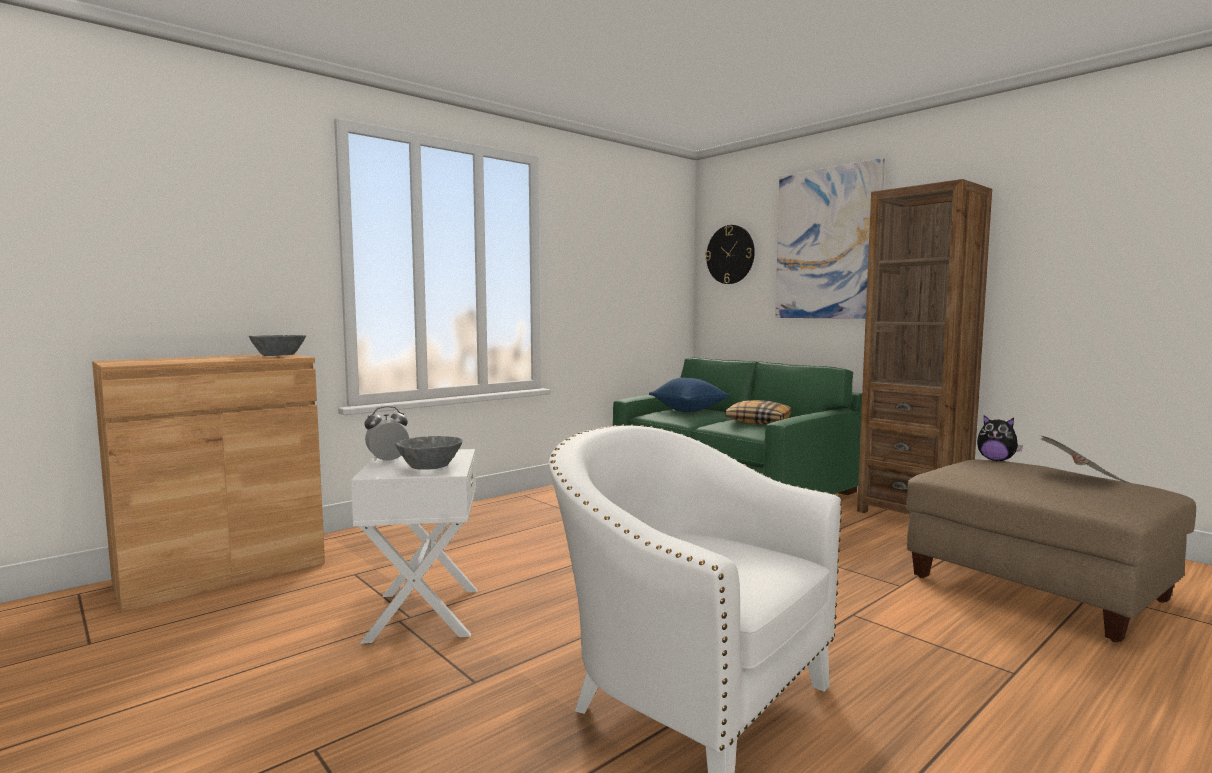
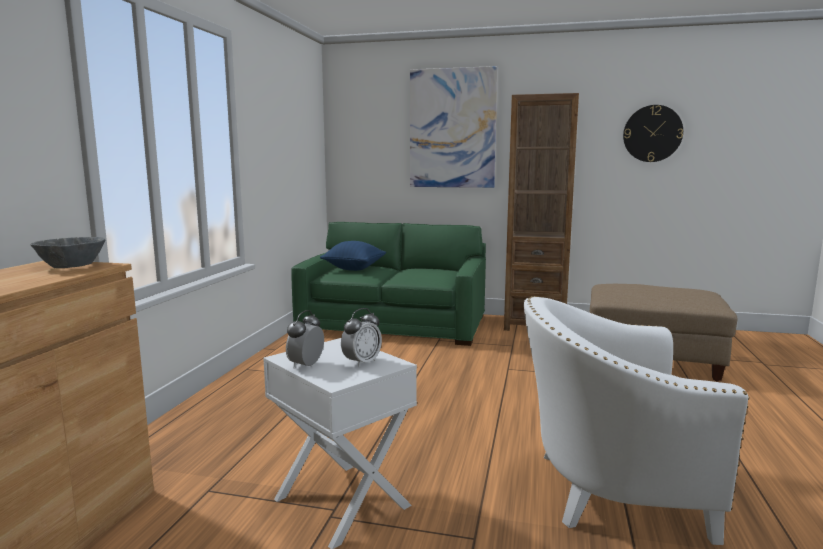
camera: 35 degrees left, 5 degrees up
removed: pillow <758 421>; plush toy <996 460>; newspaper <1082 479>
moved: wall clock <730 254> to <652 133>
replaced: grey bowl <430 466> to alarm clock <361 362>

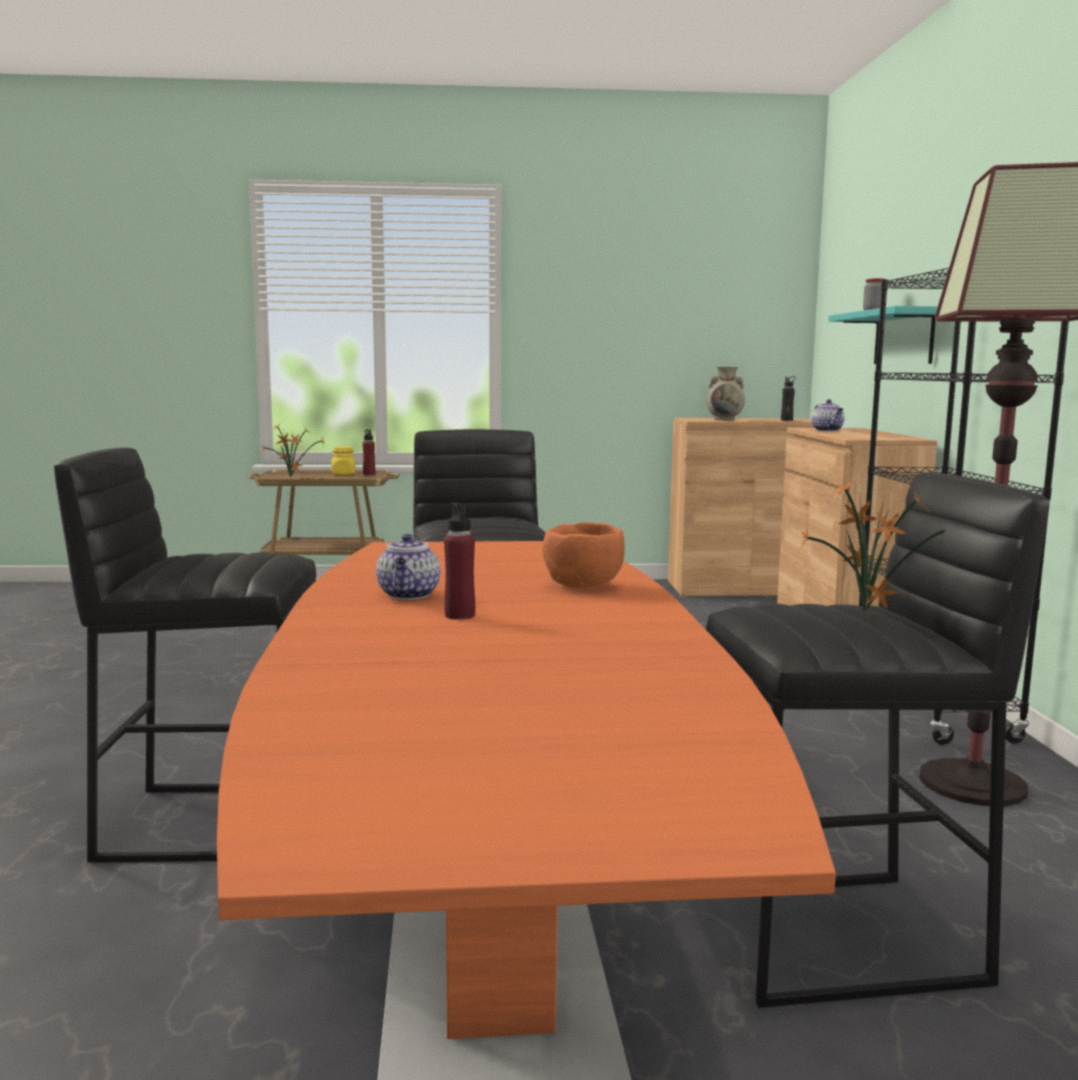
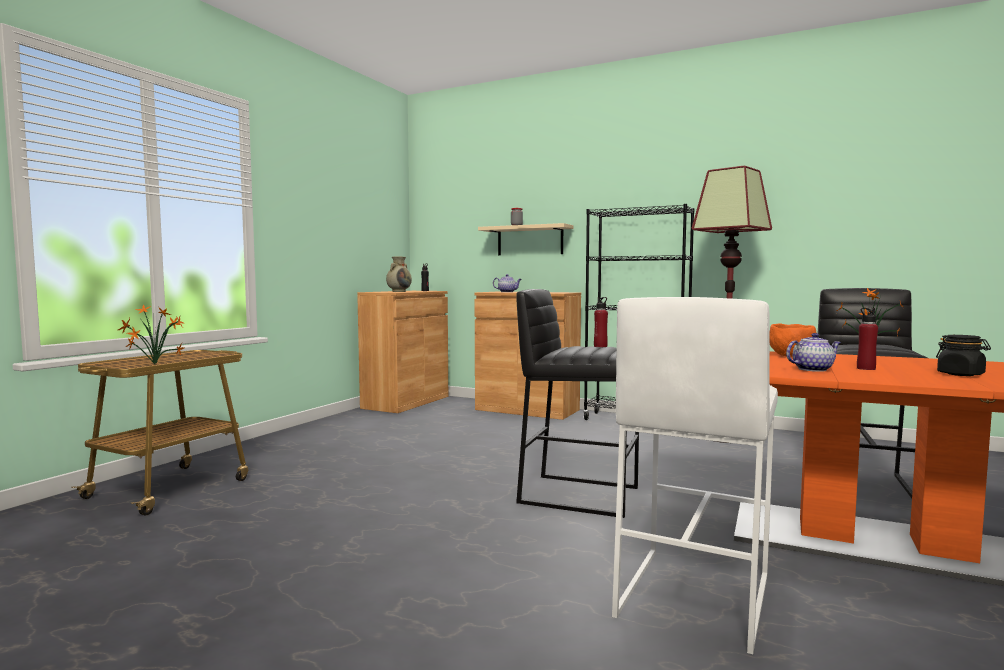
camera: 60 degrees left, 5 degrees down
removed: yellow jar <343 474>
added: black jar <961 374>
moved: red bottle <369 474> to <600 346>
recoloured: turquoise shelf <903 337> to beige shelf <530 240>; black stool <213 821> to white stool <692 595>
turned: teapot <409 595> = <813 369> 45 degrees counterclockwise

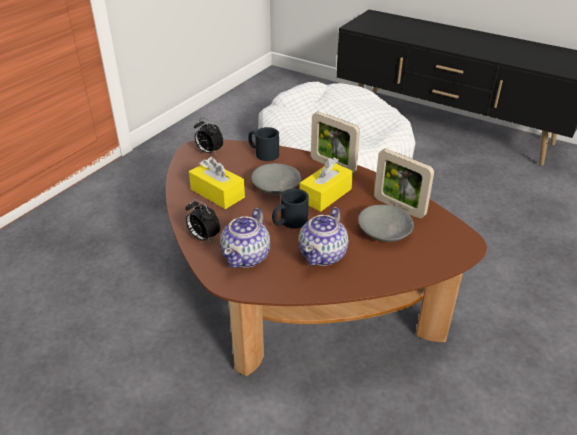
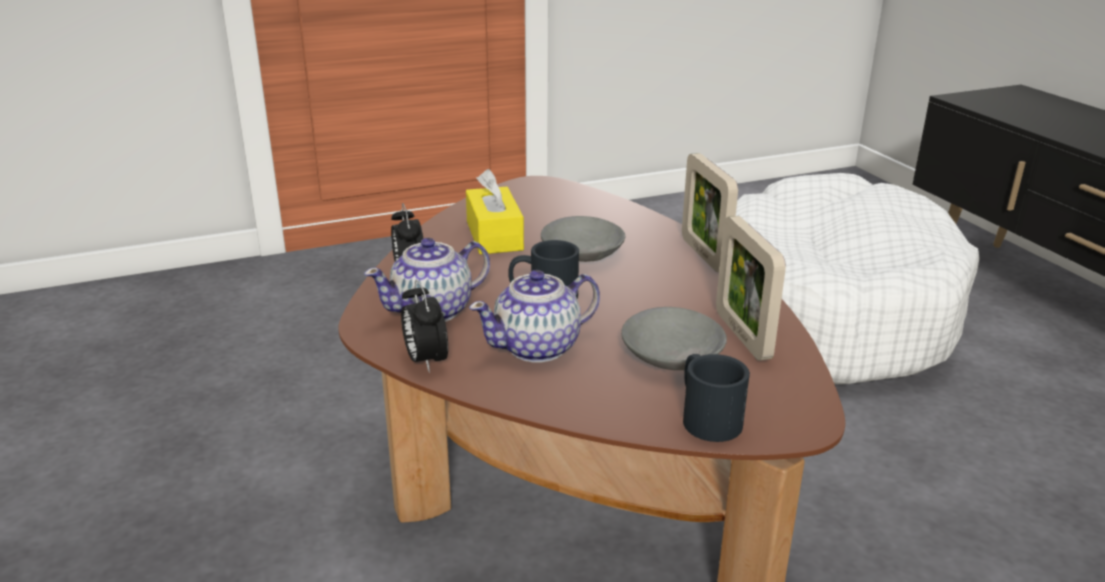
camera: 35 degrees right, 10 degrees down
removed: yellow tissue box <325 195>
moved: alarm clock <209 152> to <425 361>; black mug <263 153> to <706 416>

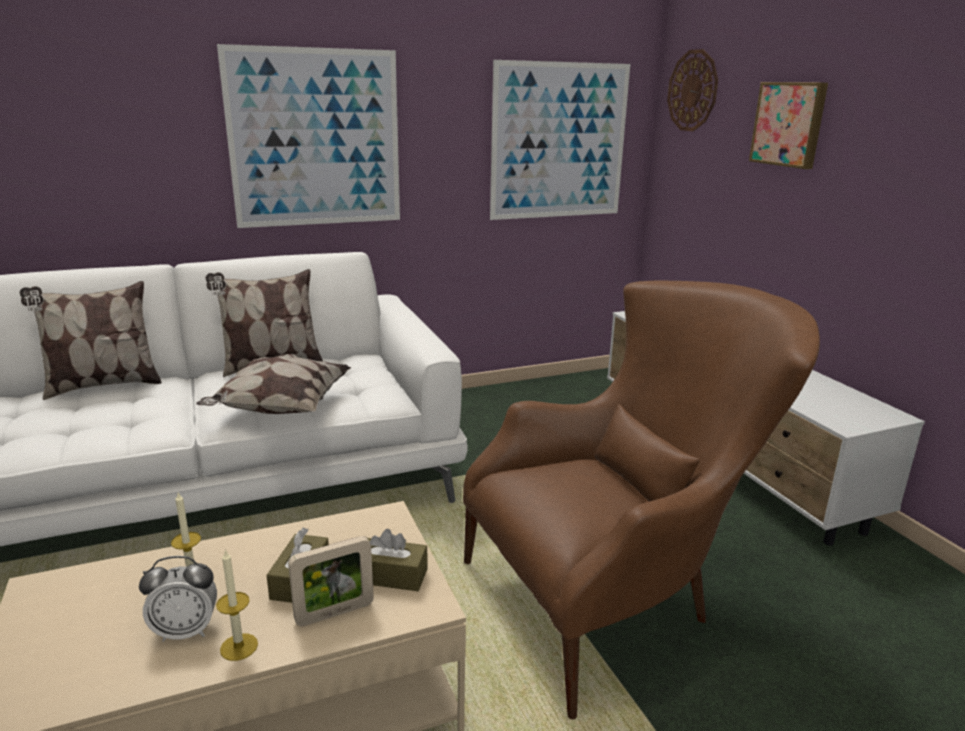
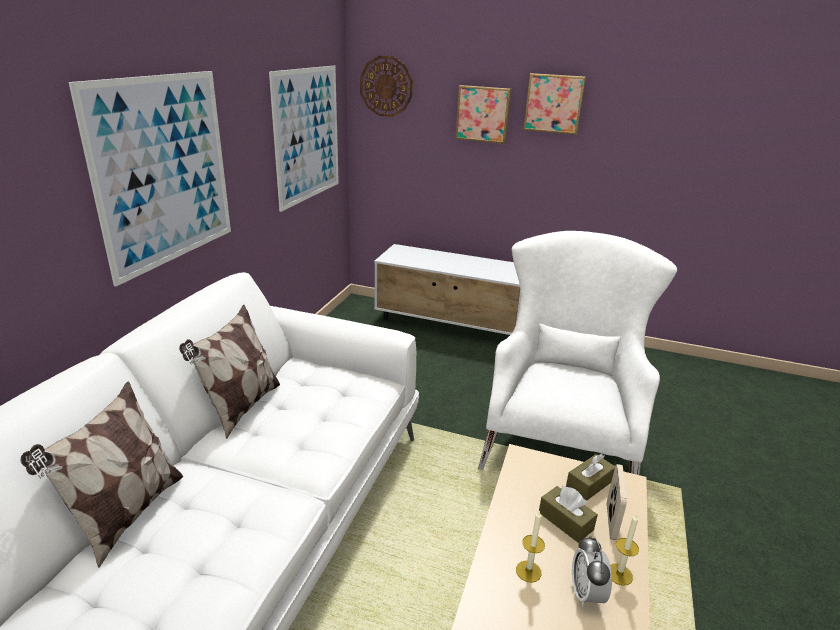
camera: 50 degrees left, 5 degrees up
removed: pillow <280 409>
added: picture <554 103>
recoloured: brown armchair <617 596> to white armchair <560 436>
turned: alarm clock <186 631> = <586 593> 150 degrees clockwise

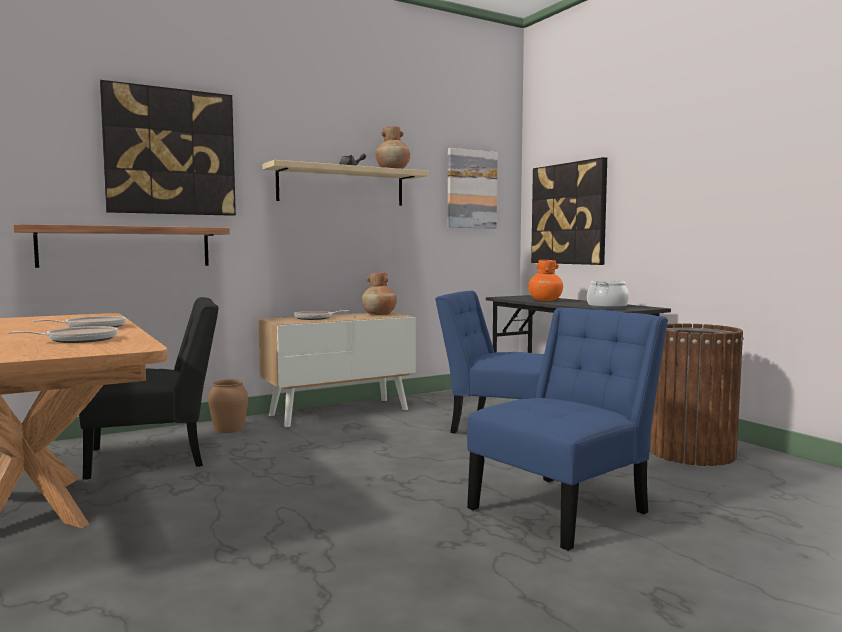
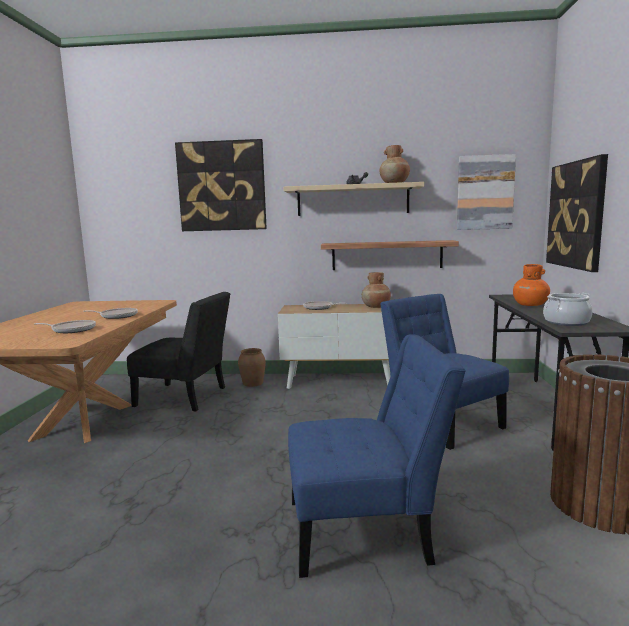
camera: 35 degrees right, 5 degrees up
moved: shelf <126 246> to <387 255>

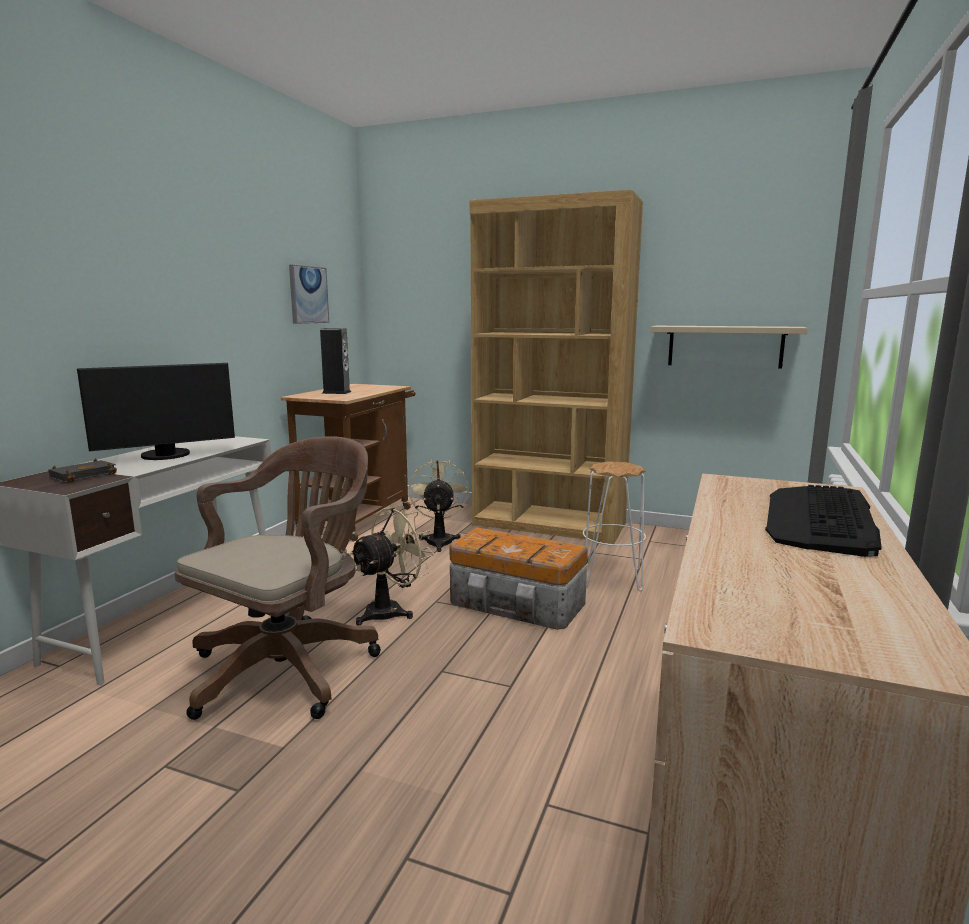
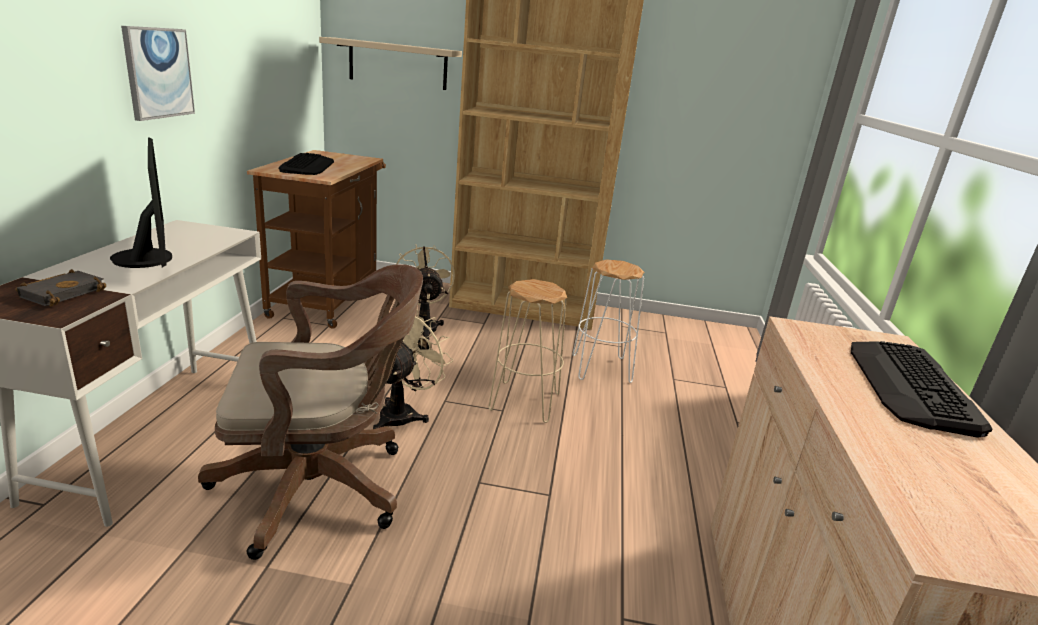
camera: 15 degrees left, 10 degrees up
moved: picture <308 295> to <158 73>; beige shelf <725 346> to <398 64>
replaced: speaker <336 392> to keyboard <308 166>; storage box <517 604> to beige stool <525 402>
turned: monitor <166 456> = <150 258> 75 degrees counterclockwise; brown office chair <290 666> = <322 487> 60 degrees clockwise

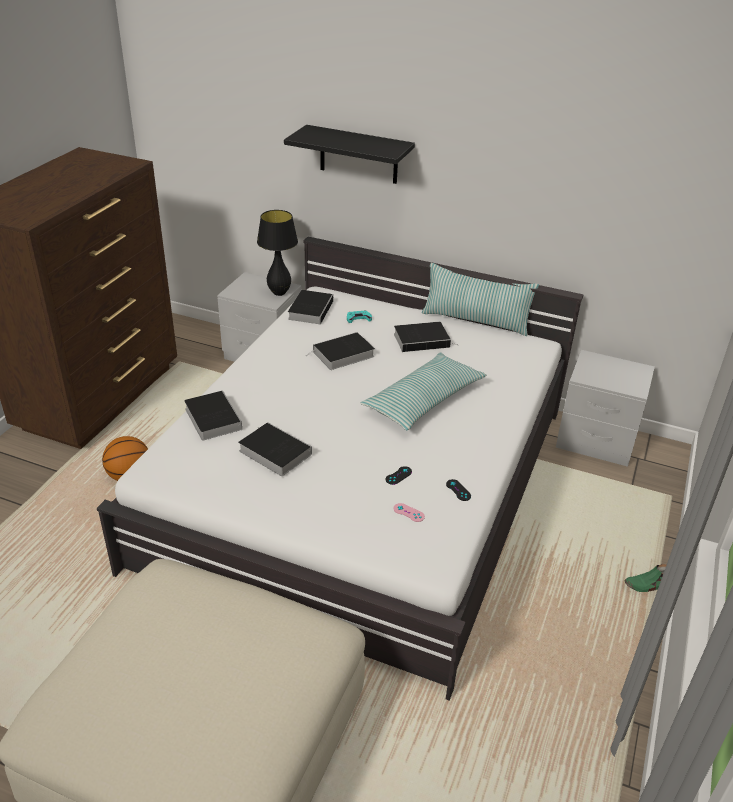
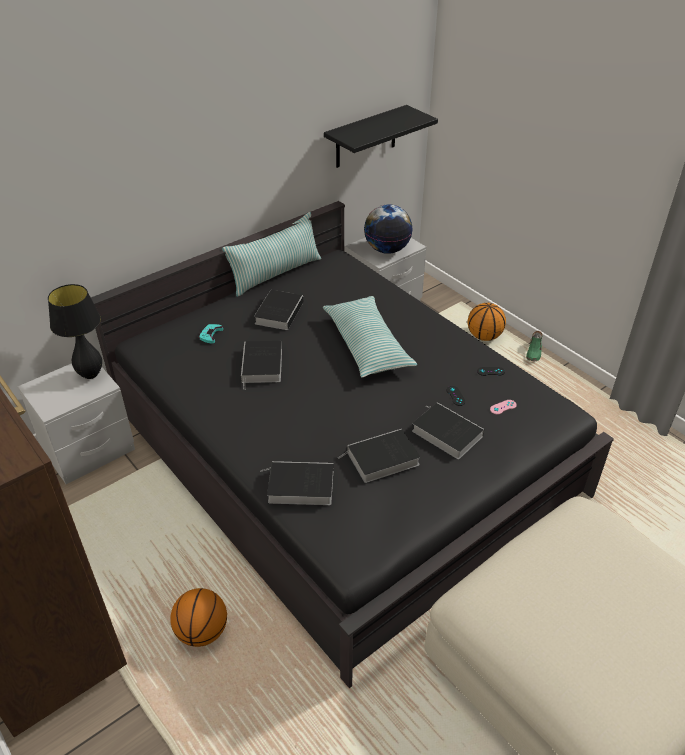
camera: 60 degrees left, 5 degrees up
added: globe <387 249>; basketball <484 336>
moved: black shelf <358 155> to <366 137>; book <311 309> to <445 433>
recoloured: white bed <364 484> to black bed <341 452>

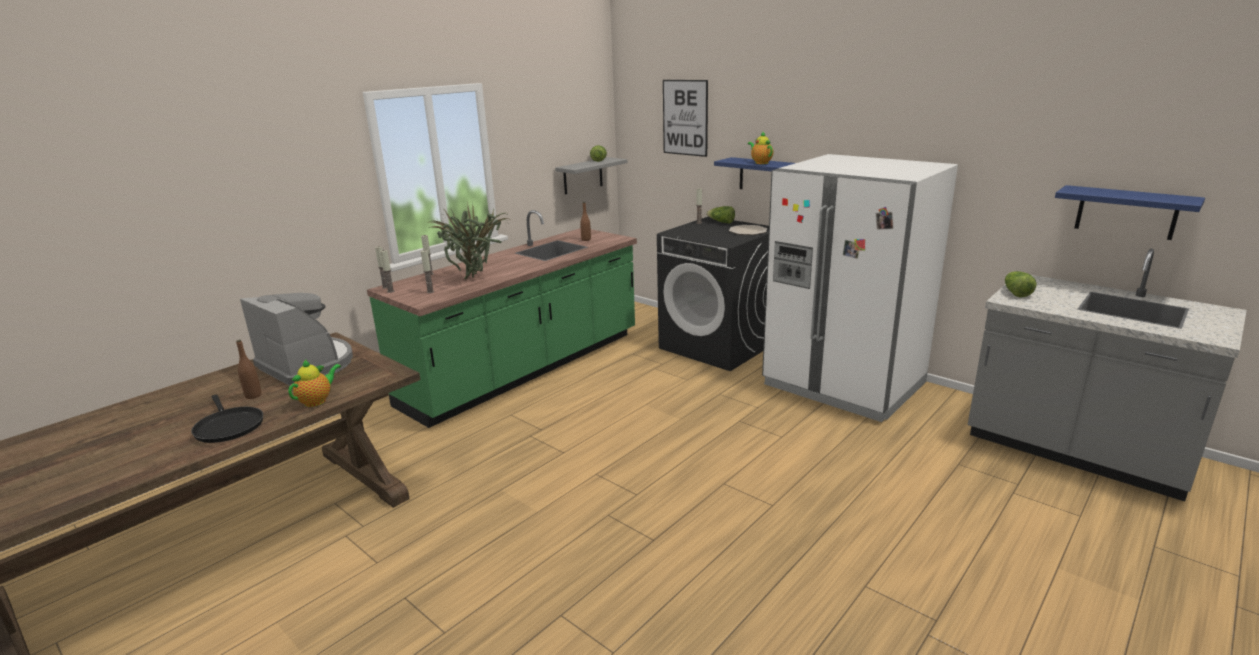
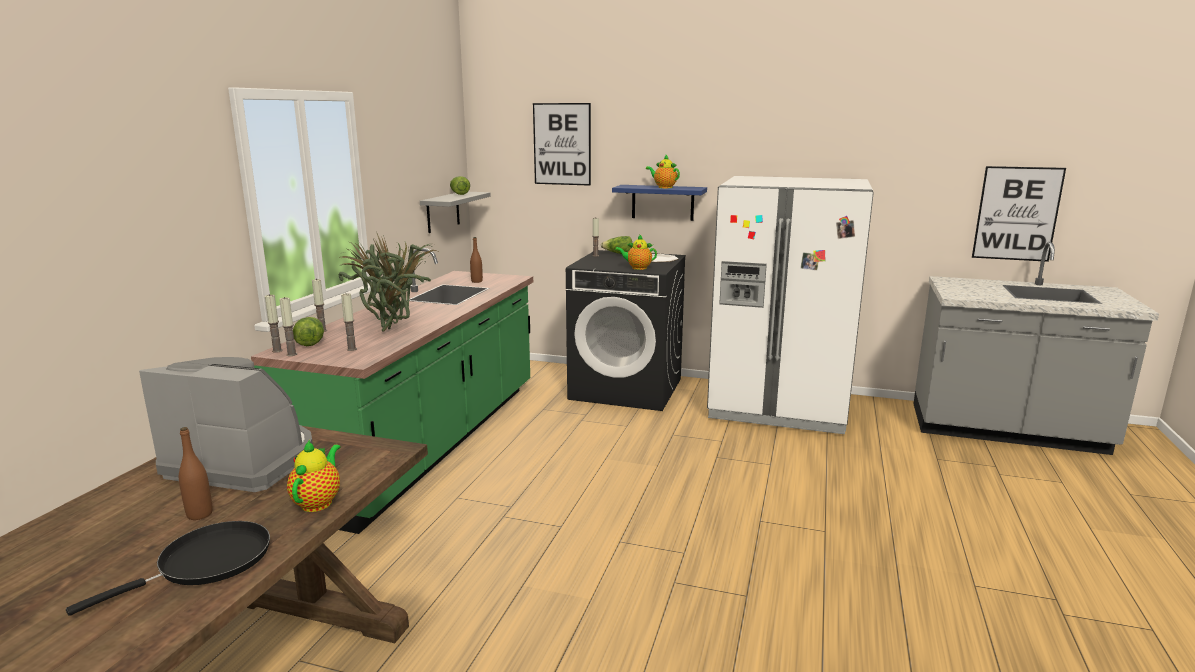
camera: 25 degrees left, 5 degrees down
added: teapot <637 268>
moved: lettuce <1016 293> to <309 342>
replaced: blue shelf <1126 212> to picture <1017 214>
turned: black frying pan <228 426> = <207 563> 75 degrees counterclockwise

